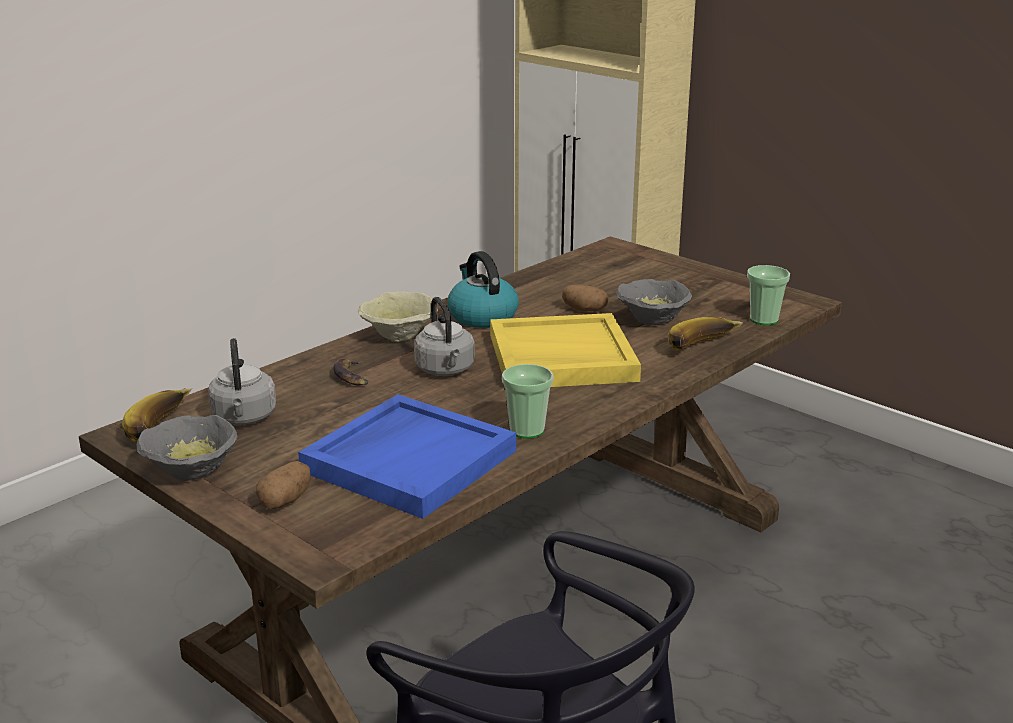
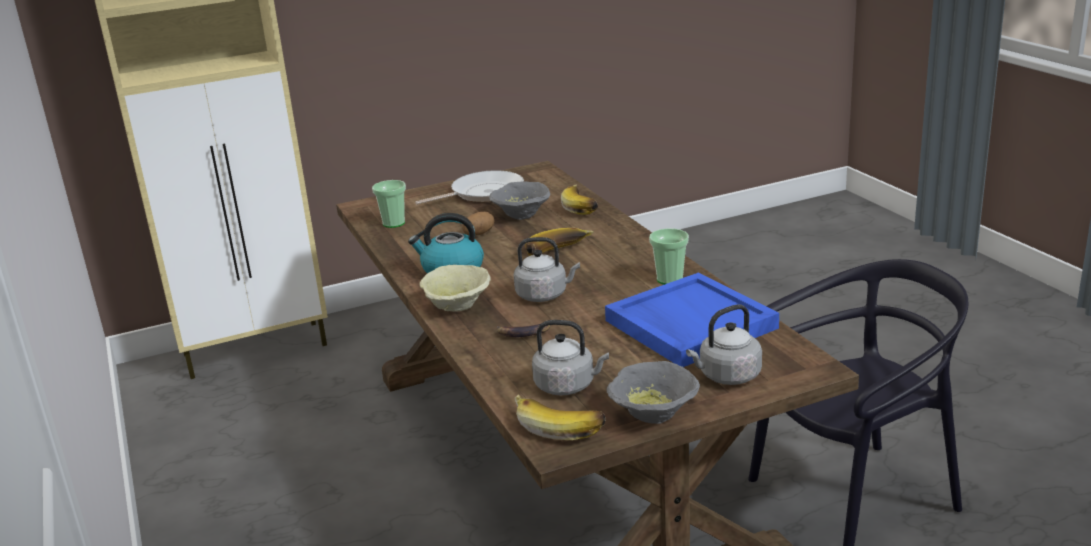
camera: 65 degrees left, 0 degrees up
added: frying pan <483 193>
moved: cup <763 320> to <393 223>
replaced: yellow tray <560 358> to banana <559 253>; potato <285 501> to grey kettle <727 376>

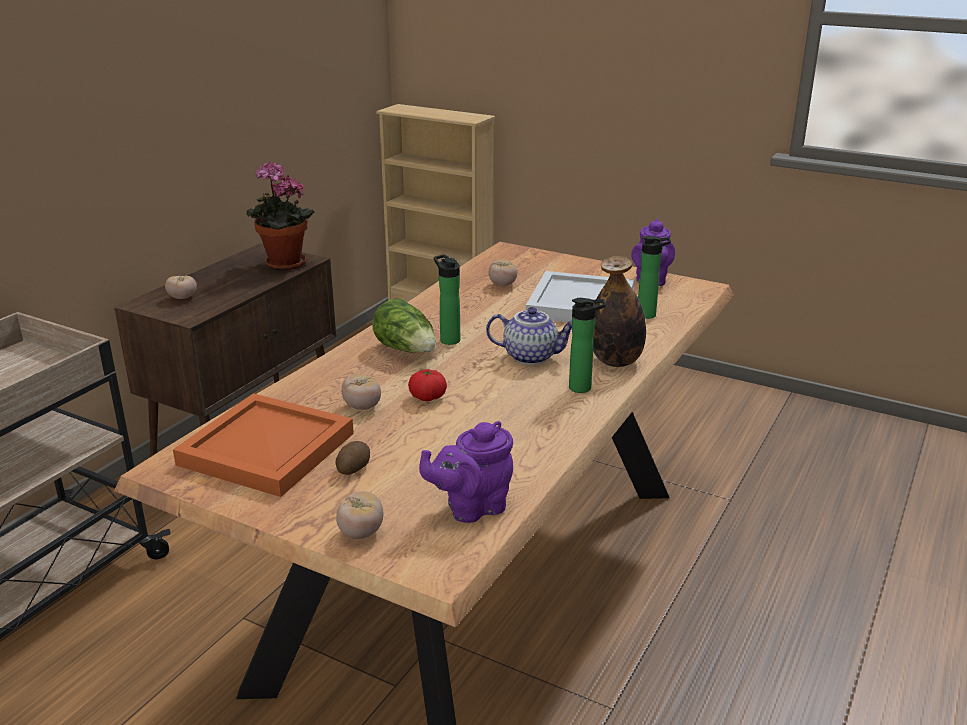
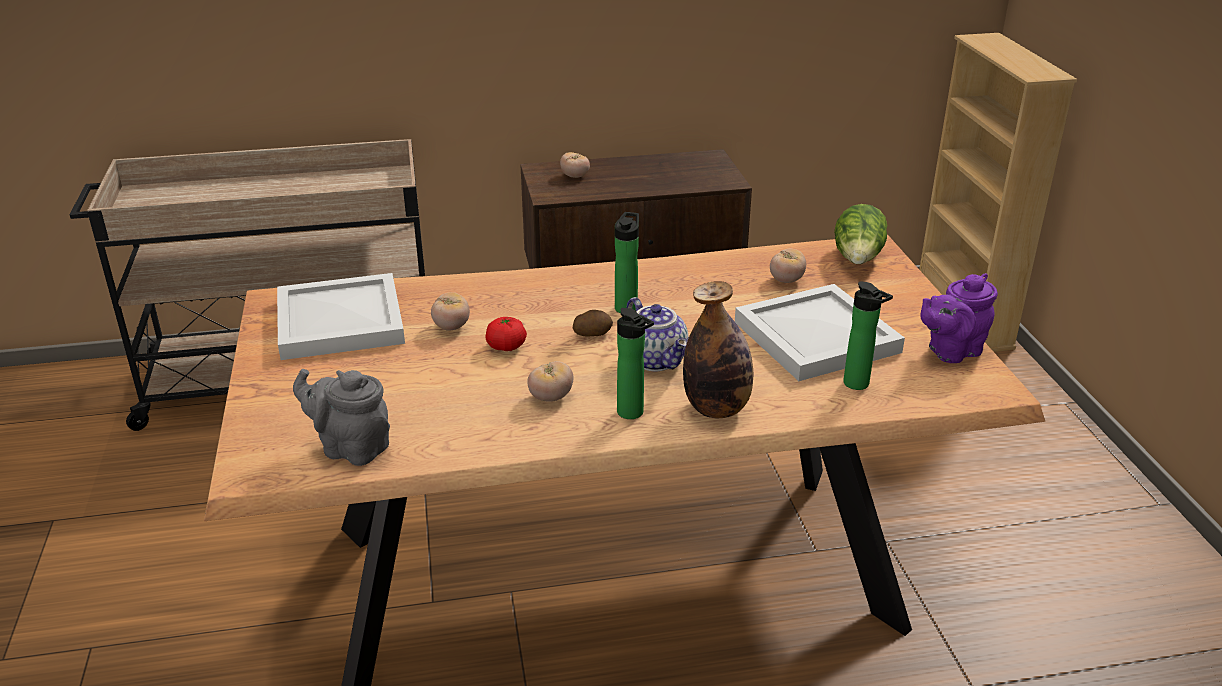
camera: 50 degrees right, 5 degrees up
removed: potted plant <283 265>
moved: tomato <361 533> to <551 397>; potato <353 468> to <592 333>; lettuce <407 350> to <858 259>
recoloured: orange tray <270 448> to white tray <342 322>; purple teapot <471 507> to grey teapot <351 448>

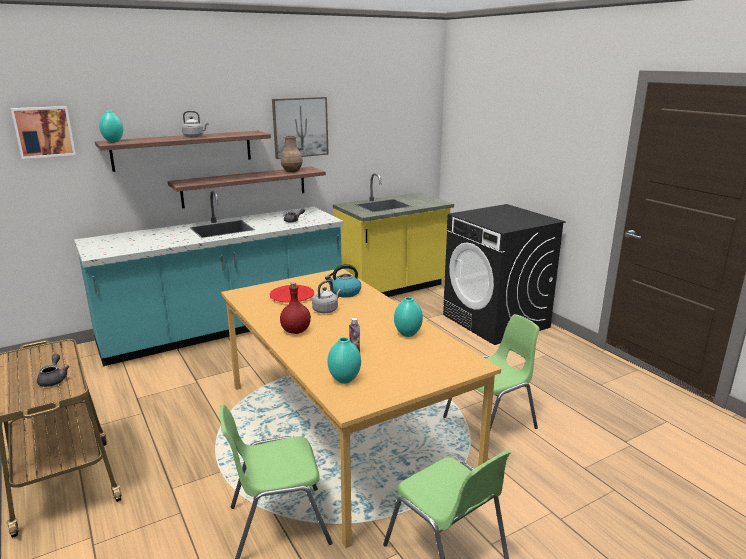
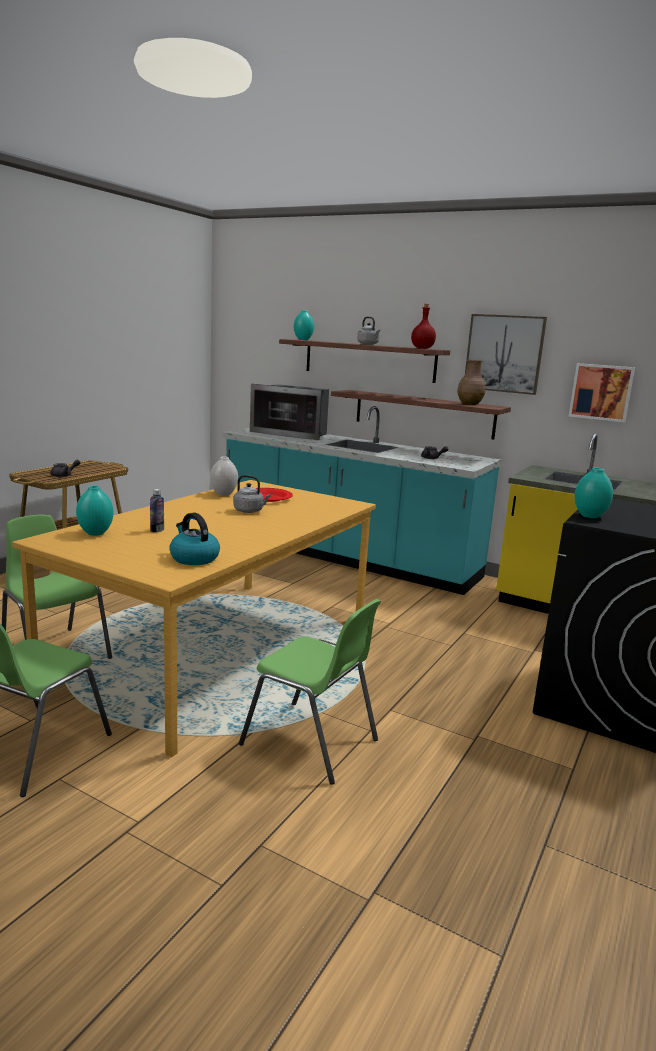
camera: 60 degrees right, 5 degrees down
added: white vase <224 494>; microwave <292 433>
moved: kettle <344 293> to <193 558>; red bottle <295 331> to <422 348>; picture <44 132> to <601 392>; turquoise vase <407 334> to <589 516>

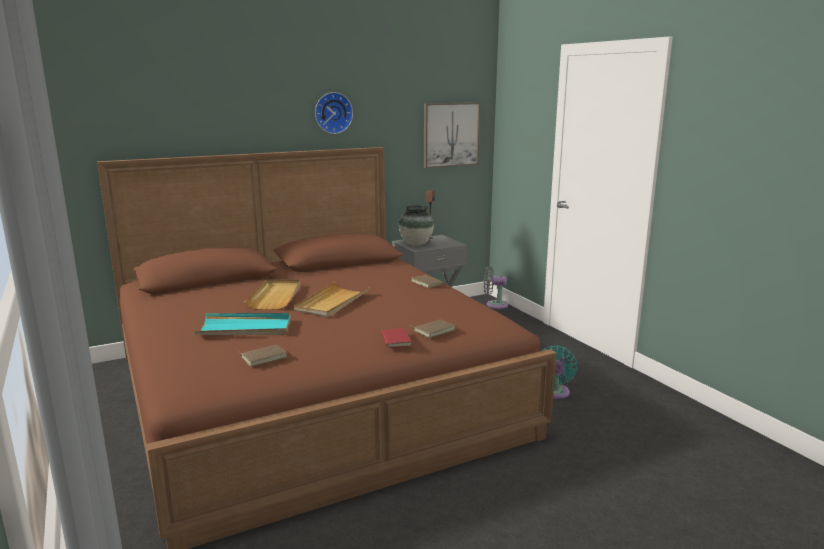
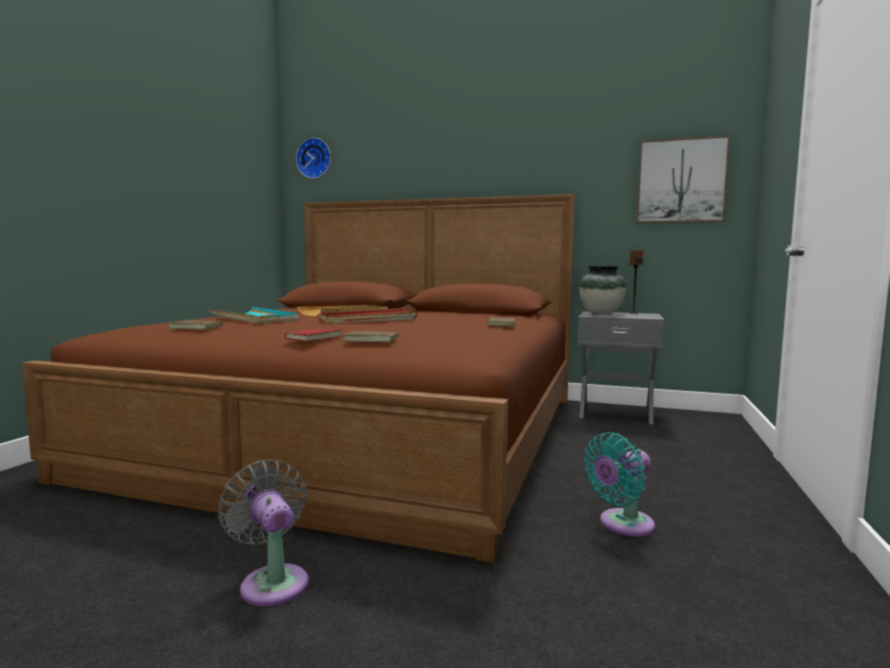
camera: 45 degrees right, 10 degrees down
moved: grey fan <494 305> to <272 582>; wall clock <333 113> to <315 158>
recoloured: beige tray <332 302> to red tray <367 320>

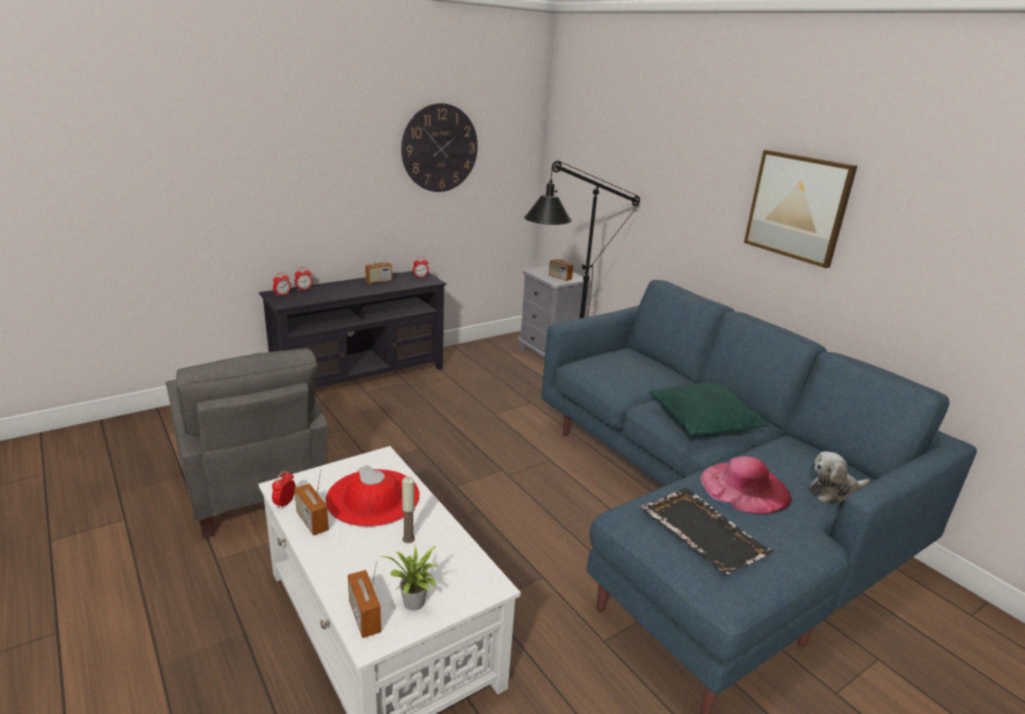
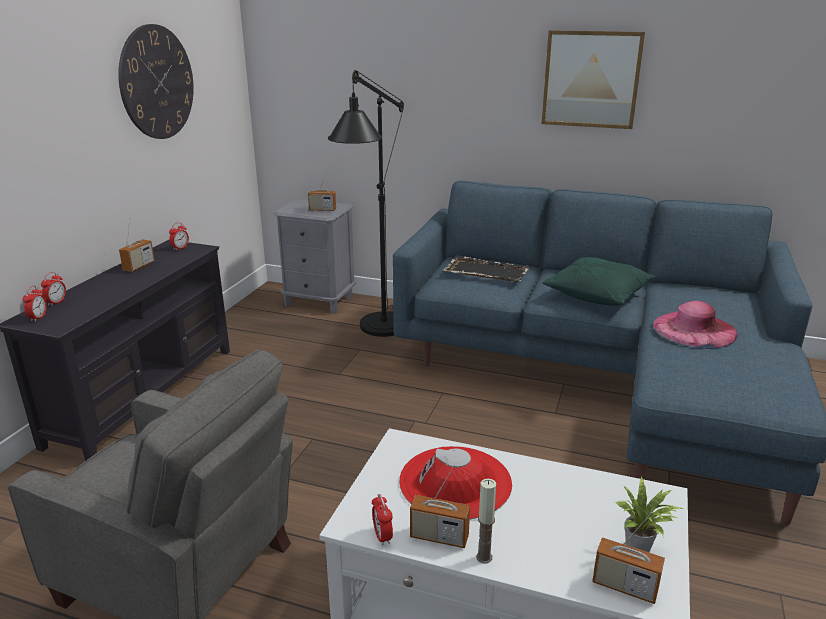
camera: 35 degrees left, 0 degrees up
removed: plush toy <834 492>
moved: black tray <702 532> to <485 271>; candle <408 539> to <484 557>

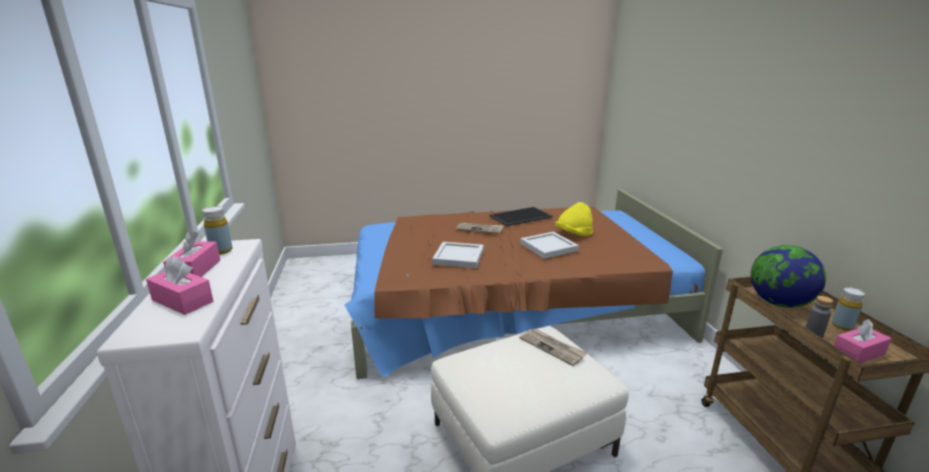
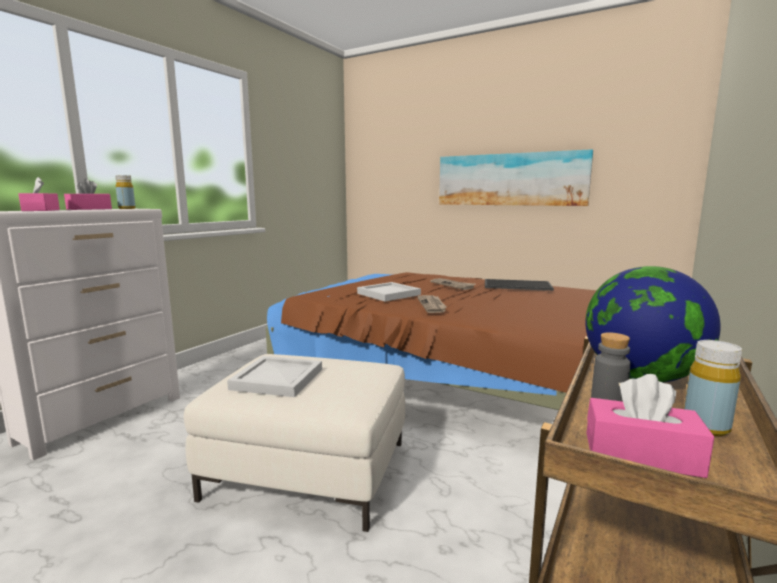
camera: 40 degrees right, 10 degrees down
removed: yellow hat <573 234>
added: picture <509 179>
moved: white tray <548 246> to <279 379>; newspaper <553 348> to <432 305>

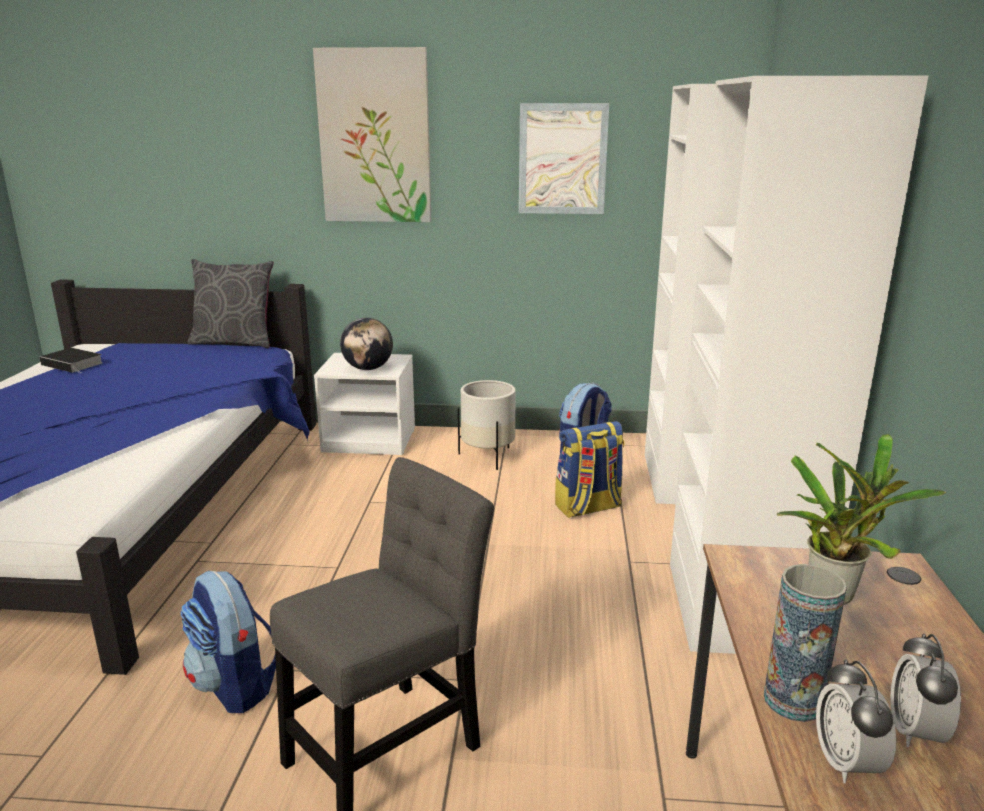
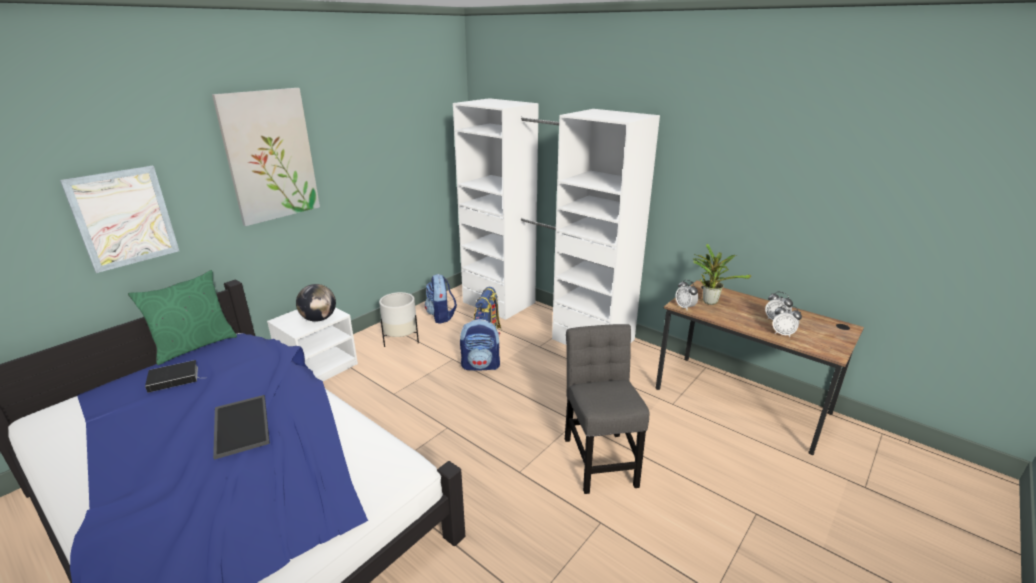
camera: 55 degrees left, 5 degrees up
removed: vase <793 701>
added: tray <240 425>; alarm clock <685 307>
moved: picture <562 159> to <124 218>; book <74 364> to <175 378>; backpack <235 685> to <481 365>
recoloured: grey pillow <234 342> to green pillow <194 346>

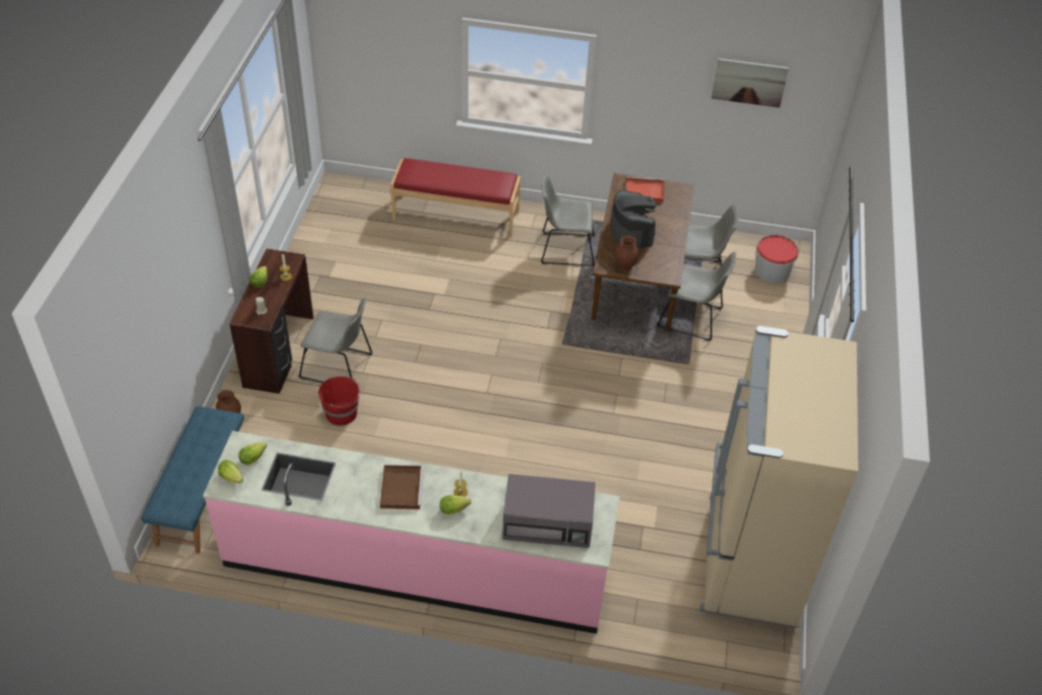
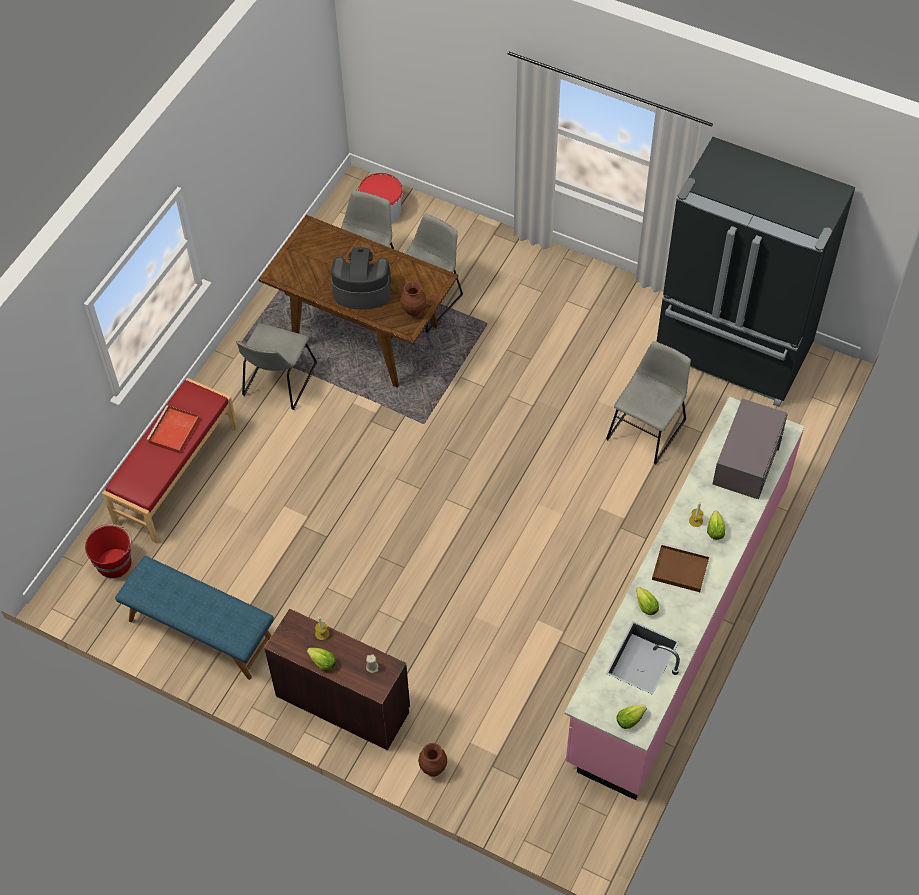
camera: 70 degrees left, 10 degrees up
removed: picture <749 82>
moved: red bucket <342 413> to <114 562>; blue bench <201 493> to <200 631>; red tray <643 191> to <174 431>; grey chair <339 367> to <648 427>; lettuce <254 457> to <645 604>
recoloured: beige fridge <748 559> to black fridge <732 353>

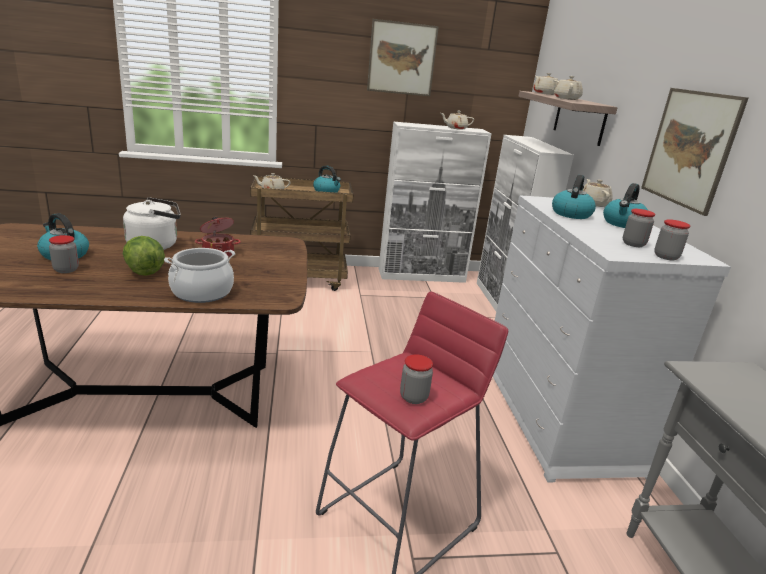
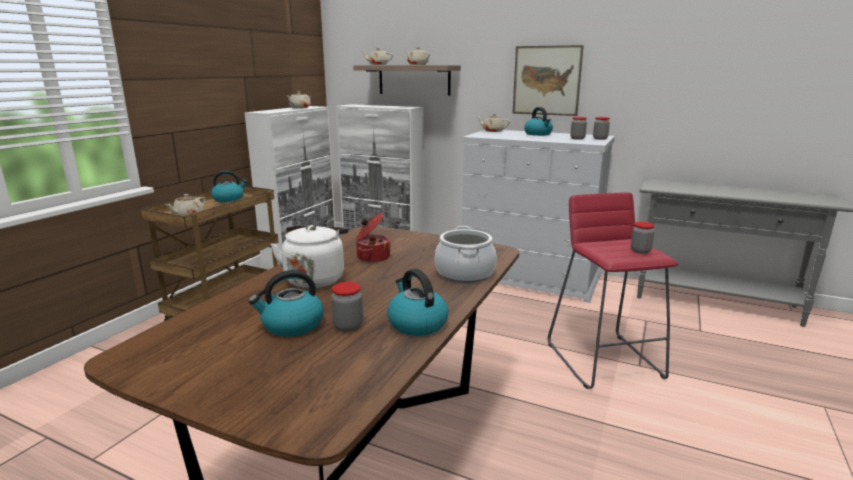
camera: 55 degrees left, 5 degrees down
removed: lettuce <144 270>; picture <402 58>
moved: kettle <571 214> to <416 323>

